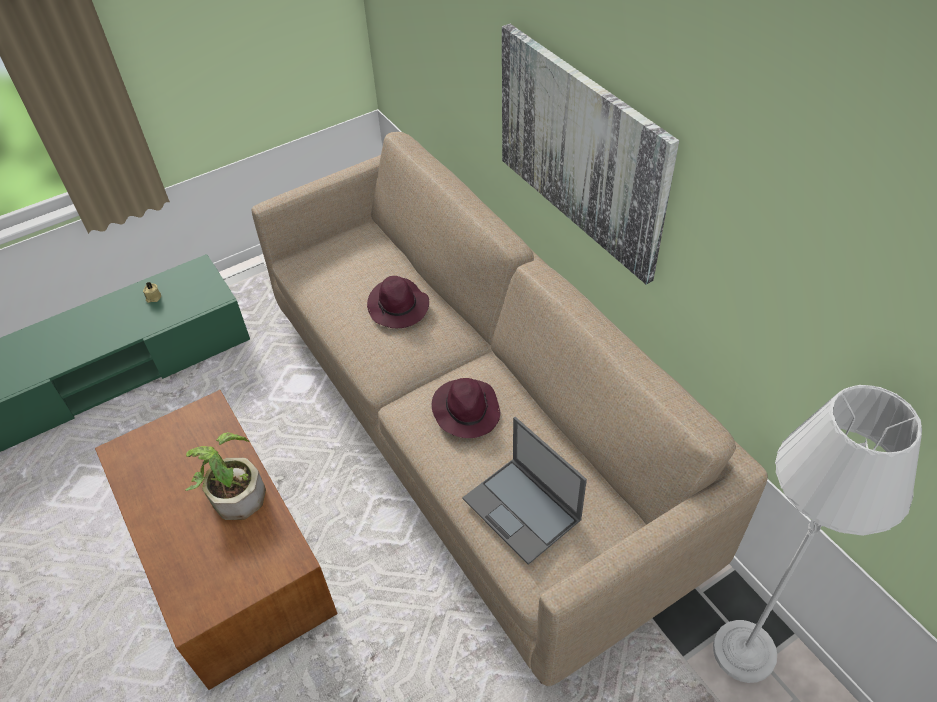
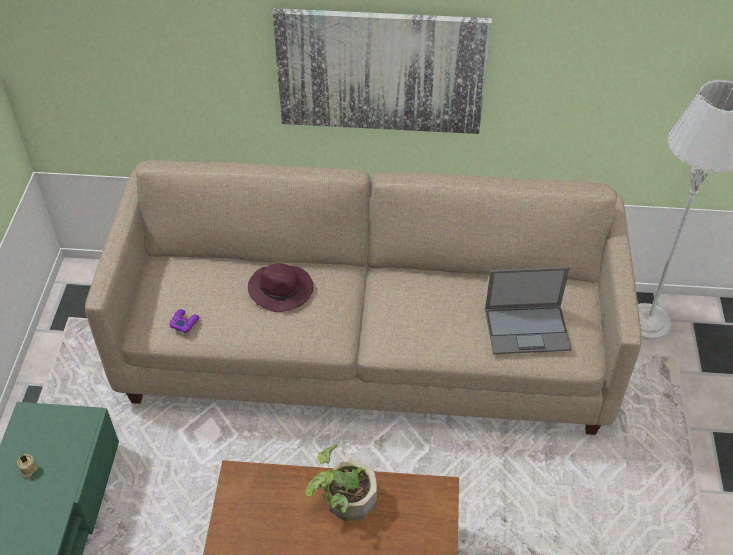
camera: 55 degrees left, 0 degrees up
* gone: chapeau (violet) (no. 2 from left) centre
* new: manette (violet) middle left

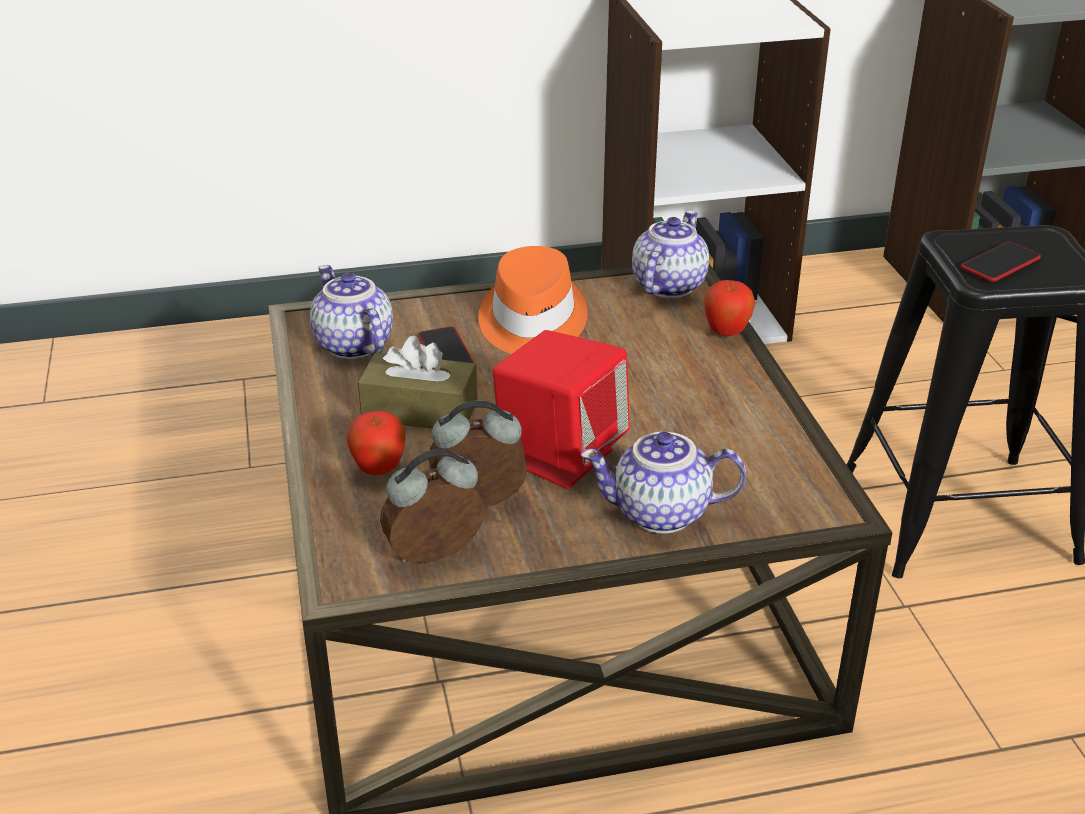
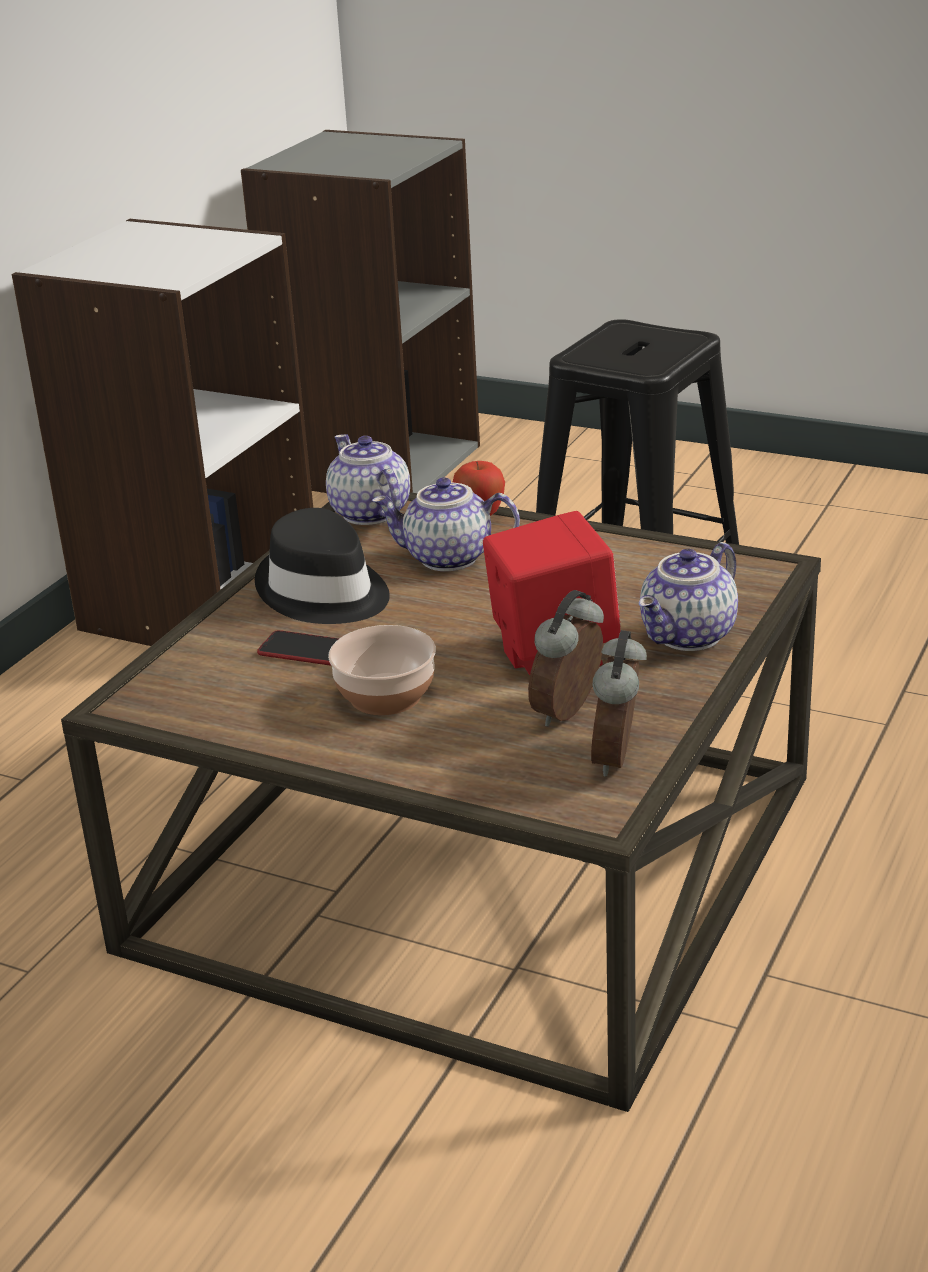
camera: 50 degrees left, 5 degrees down
* gone: téléphone (no. 2 from left) top right
* repainted: chapeau (orange) centre to chapeau (noir) centre
* shifted: théière (no. 1 from left in the first image) middle left to théière (no. 2 from left) centre
* swapped: boîte à mouchoirs (marron) centre to bol centre
* gone: pomme (no. 1 from left) centre

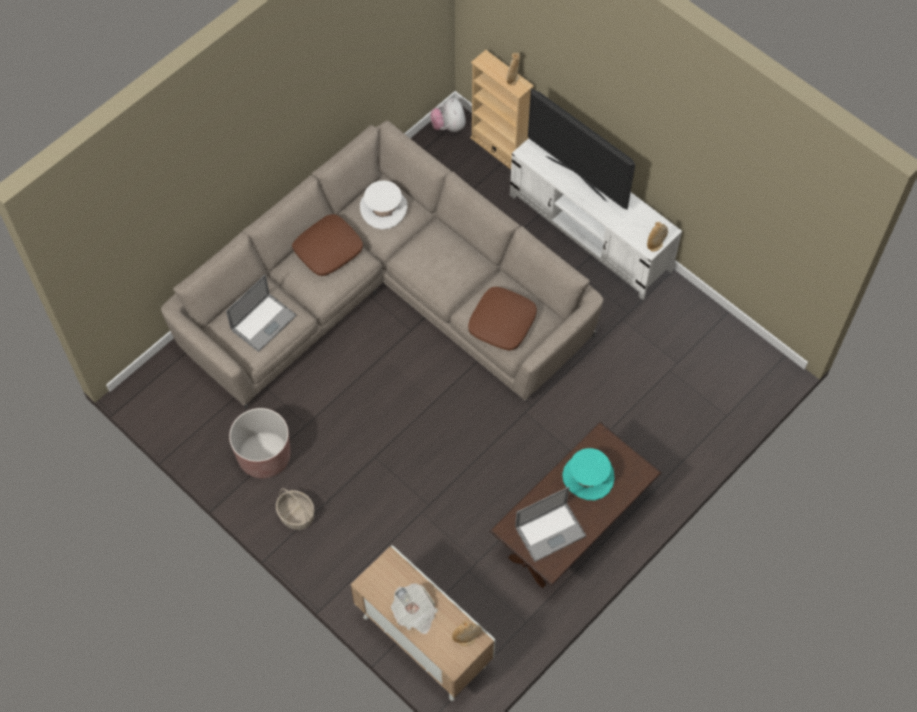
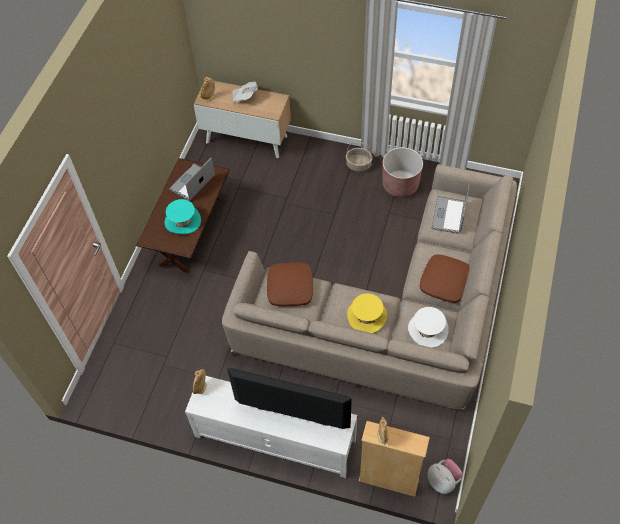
camera: 155 degrees right, 5 degrees down
* new: chapeau (jaune) centre

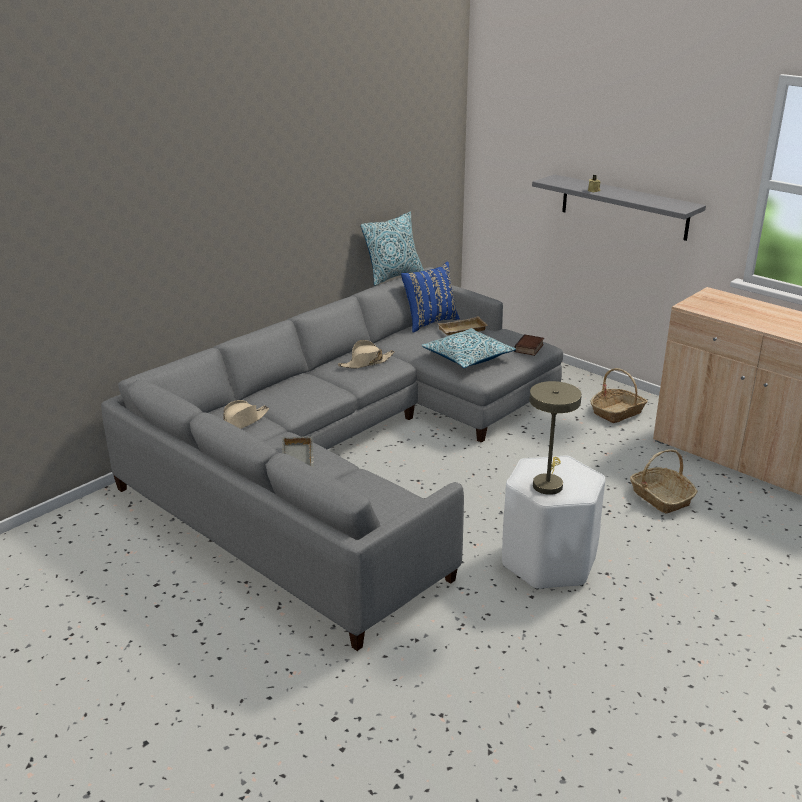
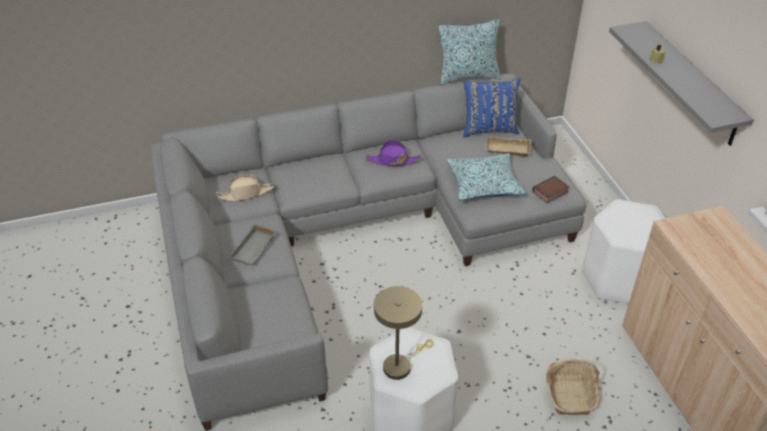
camera: 30 degrees right, 15 degrees up
* repainted: chapeau (beige) (no. 2 from left) centre to chapeau (violet) centre
* swapped: panier (no. 1 from left) middle right to tabouret (blanc) (no. 2 from left) middle right

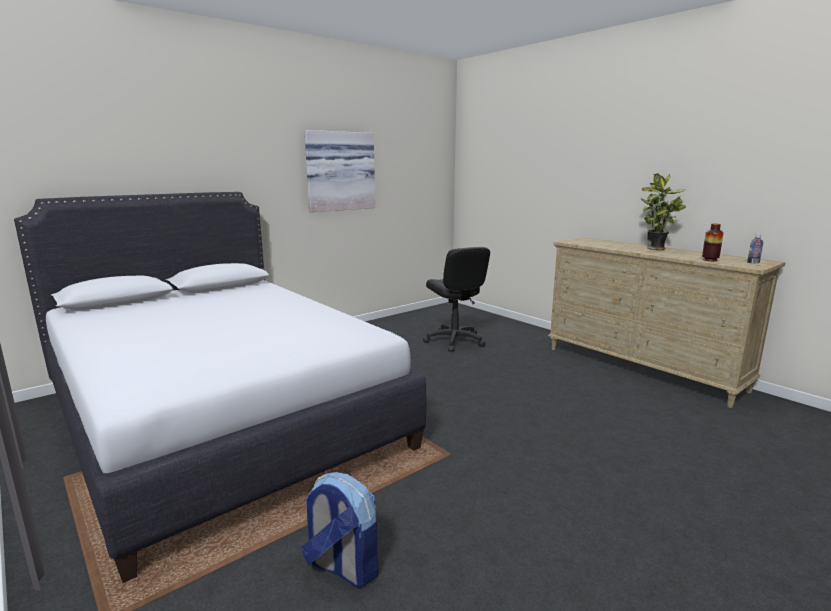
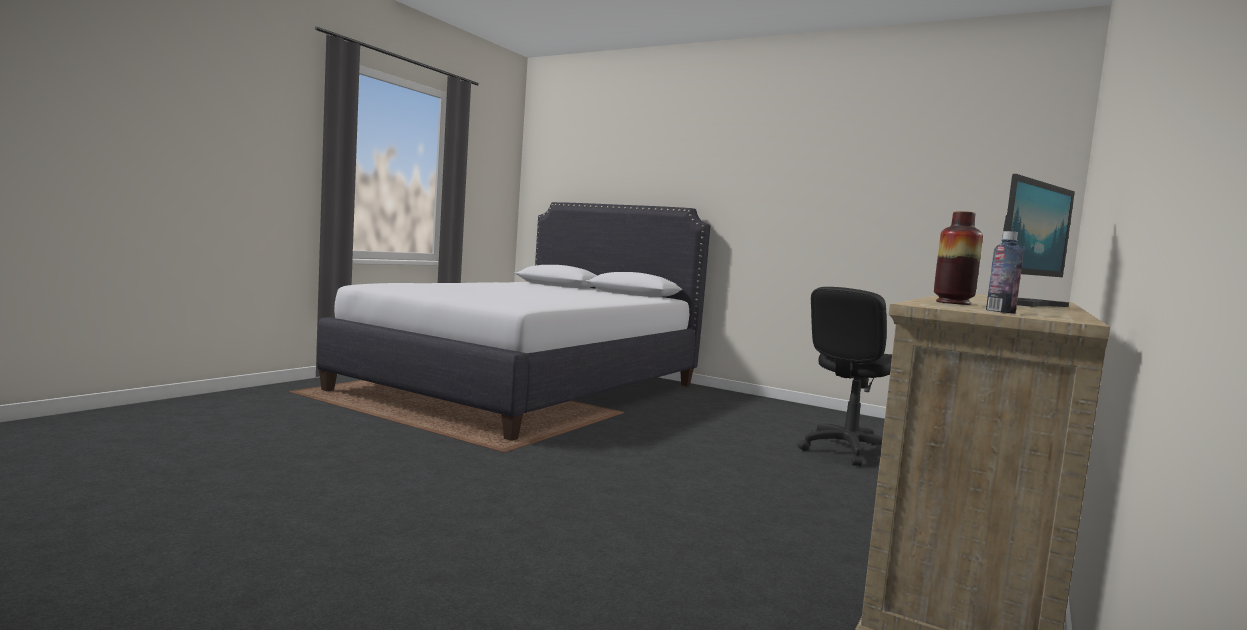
camera: 70 degrees right, 10 degrees down
* gone: tableau top centre
* swapped: plante en pot middle right to écran d'ordinateur middle right
* gone: sac à dos bottom centre

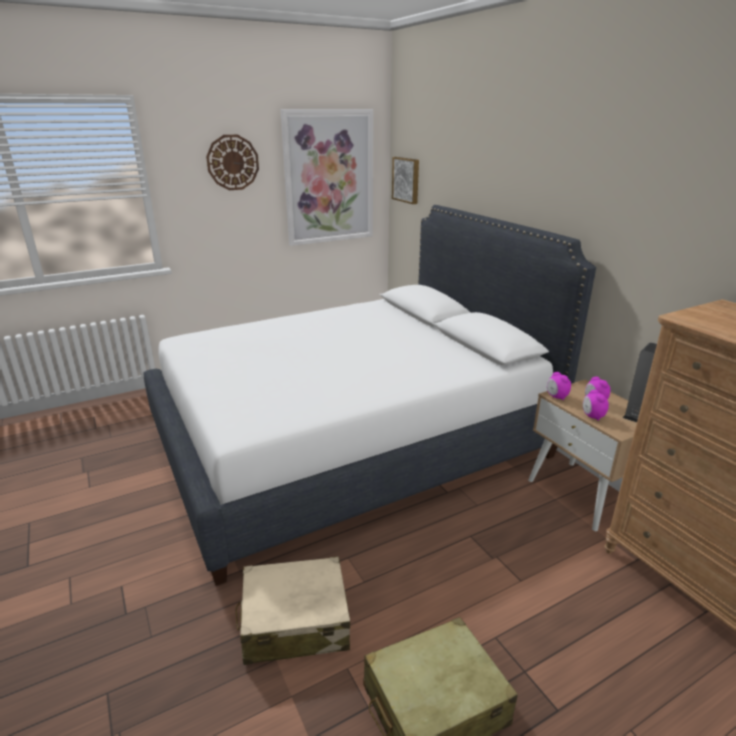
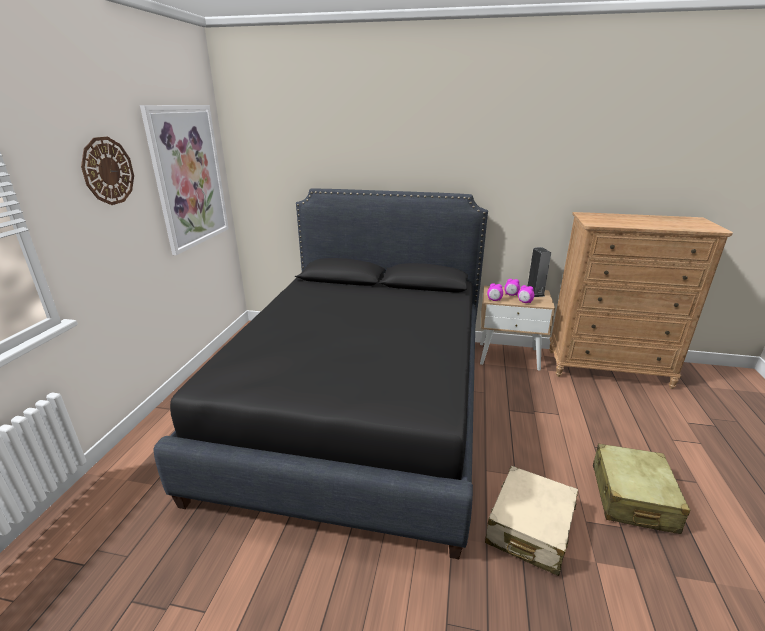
camera: 50 degrees left, 0 degrees up
* gone: tableau (no. 2 from left) top centre
* repainted: lit (blanc) centre to lit (noir) centre

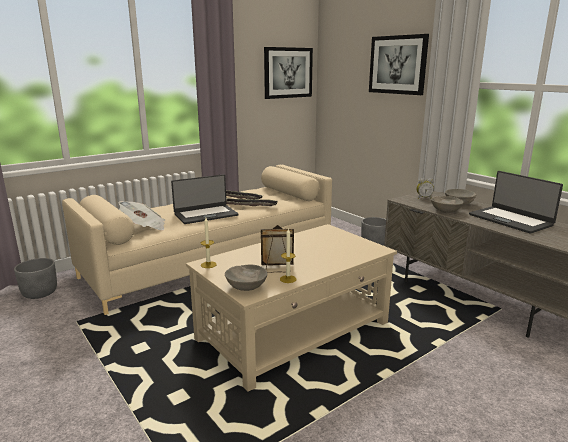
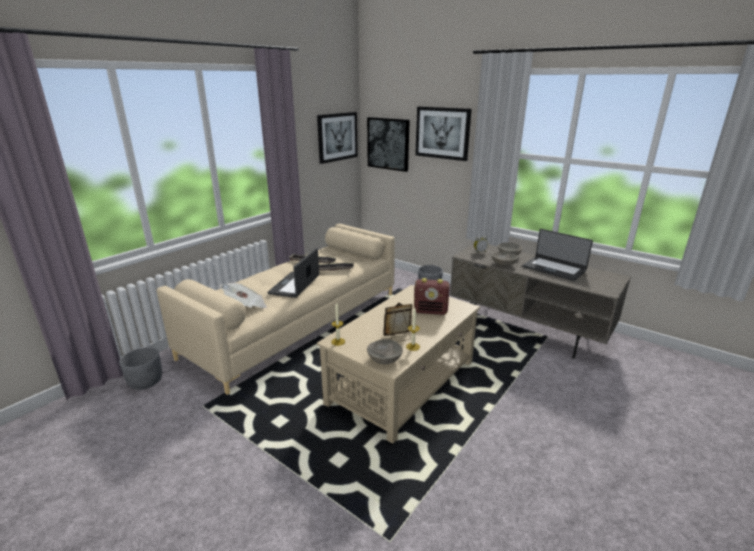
camera: 15 degrees left, 5 degrees up
* rotated: ordinateur portable (no. 1 from left) centre = centre 150 degrees clockwise
* new: tableau (no. 2 from left) top centre
* new: radio centre

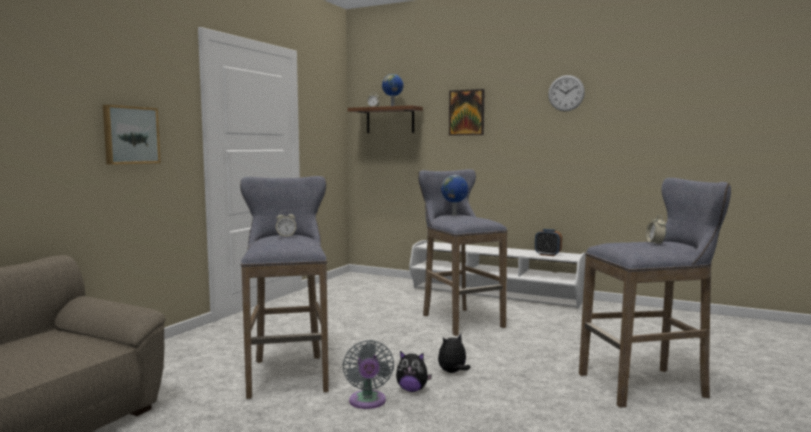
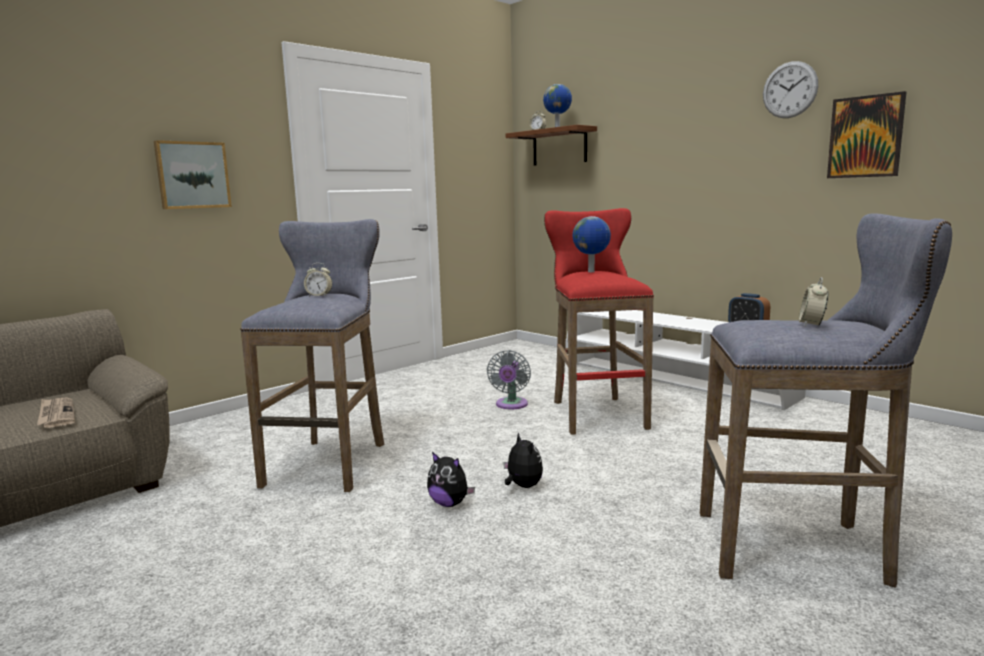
camera: 20 degrees right, 5 degrees up
* shifted: tableau (no. 2 from left) top centre to top right
* repainted: tabouret (gris) (no. 2 from left) centre to tabouret (rouge) centre
* rotated: peluche (no. 2 from left) bottom centre = bottom centre 75 degrees clockwise
* shifted: ventilateur (gris) bottom centre to centre
* new: journal middle left

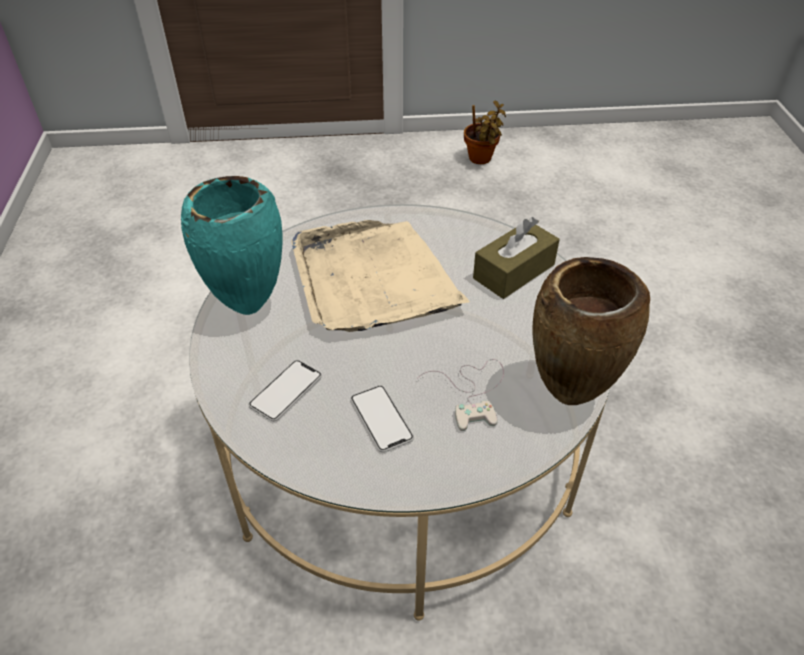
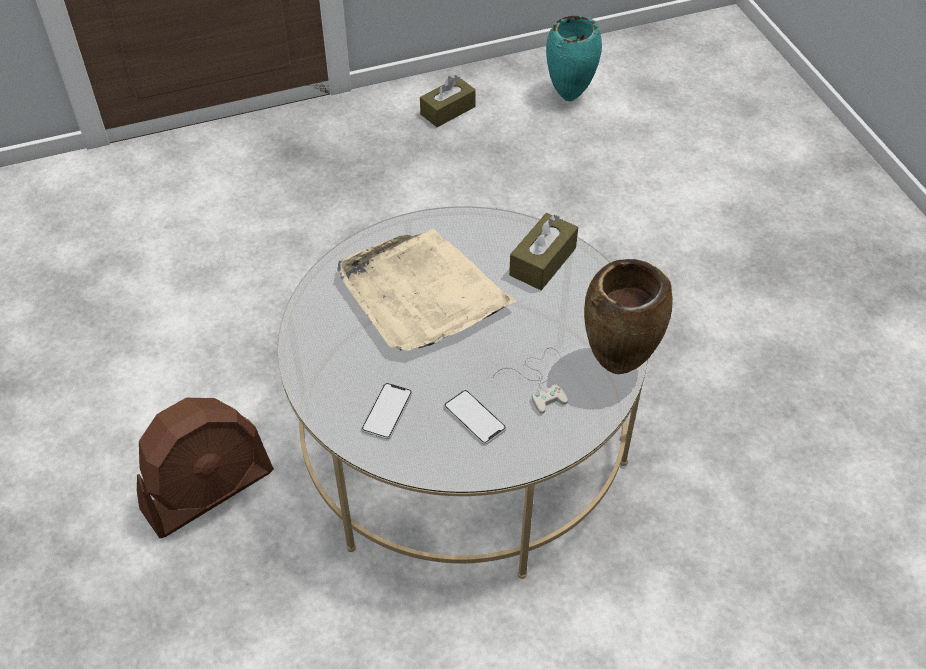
camera: 15 degrees left, 5 degrees up
* swapped: plante en pot top centre to boîte à mouchoirs (marron) (no. 1 from left) top centre
* shifted: vase (turquoise) middle left to top centre
* new: ventilateur (marron) bottom left

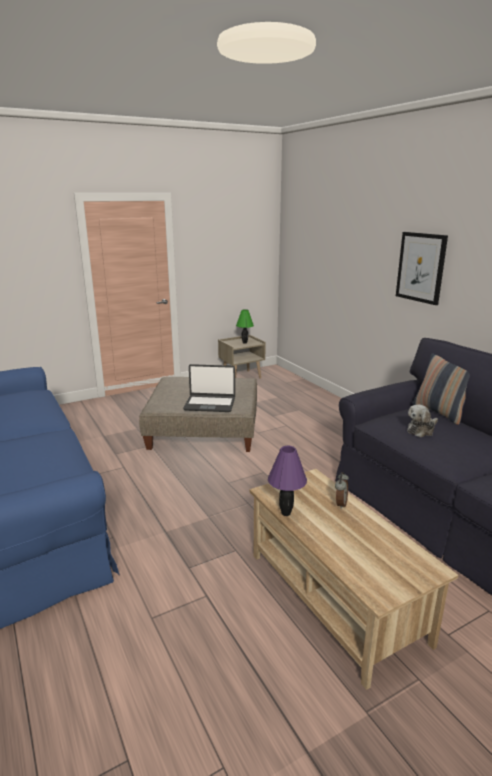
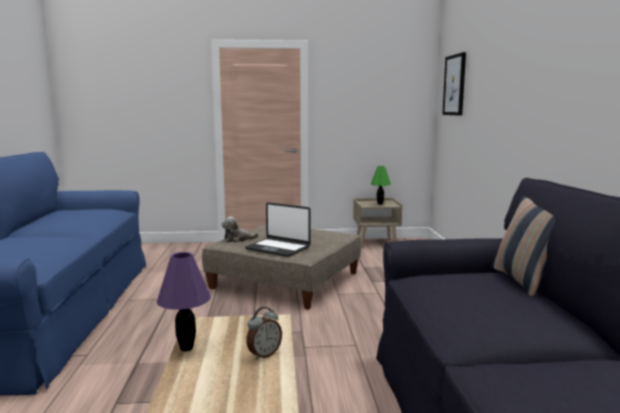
camera: 25 degrees right, 10 degrees down
* shifted: tableau middle right to top right
* shifted: peluche middle right to centre

